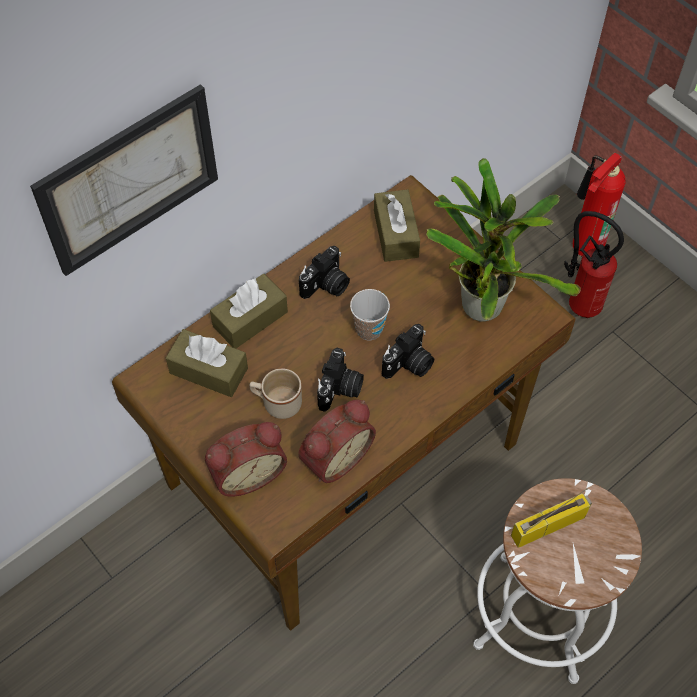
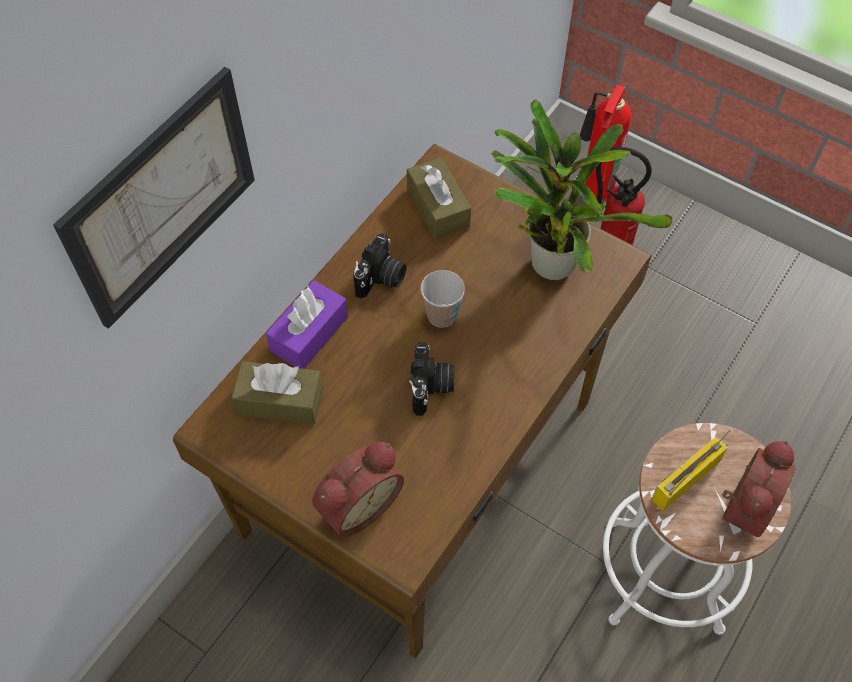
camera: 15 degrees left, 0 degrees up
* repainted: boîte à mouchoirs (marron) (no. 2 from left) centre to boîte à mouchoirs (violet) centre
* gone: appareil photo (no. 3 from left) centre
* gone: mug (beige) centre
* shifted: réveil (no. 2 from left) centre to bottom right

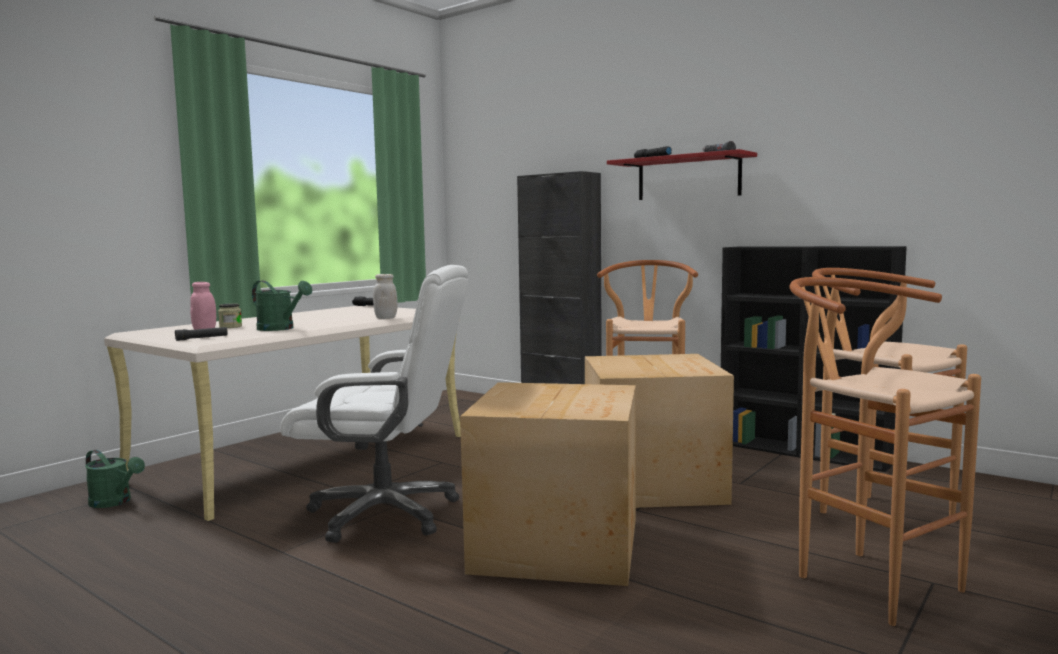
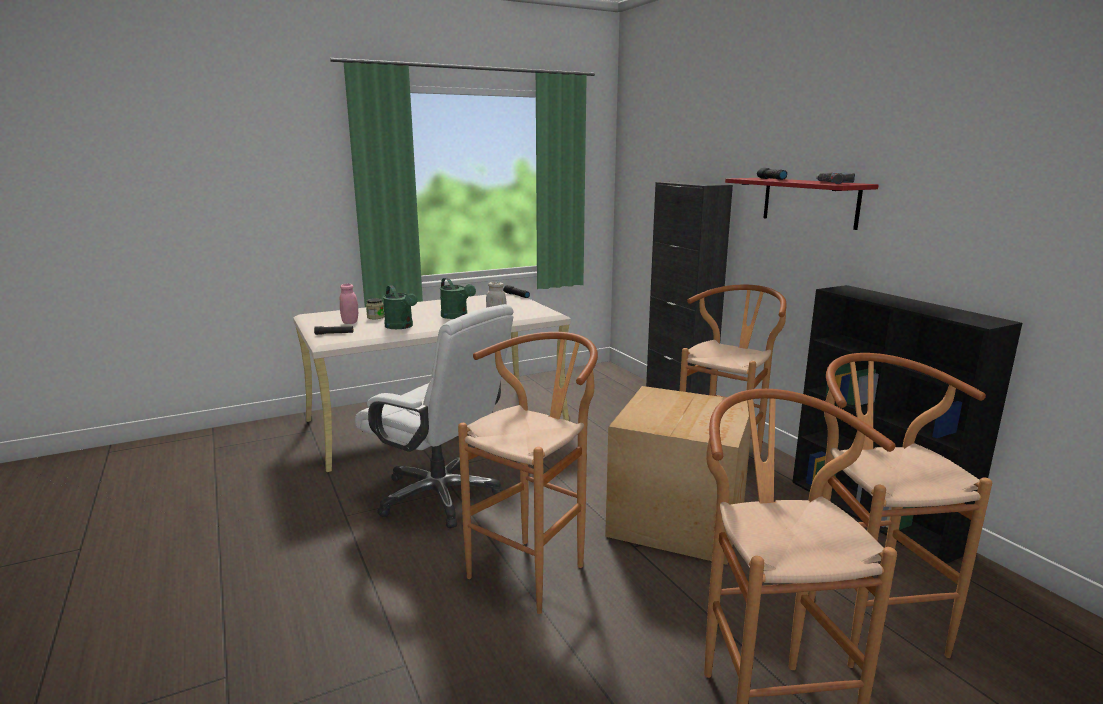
camera: 25 degrees right, 10 degrees up
* swapped: carton (no. 1 from left) bottom centre to tabouret (marron) (no. 1 from left) bottom centre
* shifted: arrosoir (vert) (no. 1 from left in the first image) bottom left to arrosoir (vert) (no. 2 from left) centre

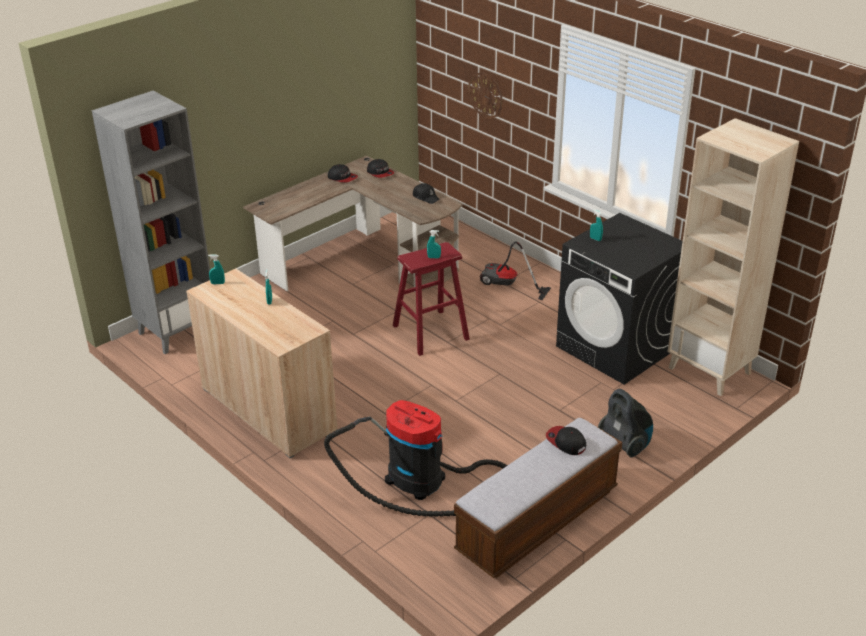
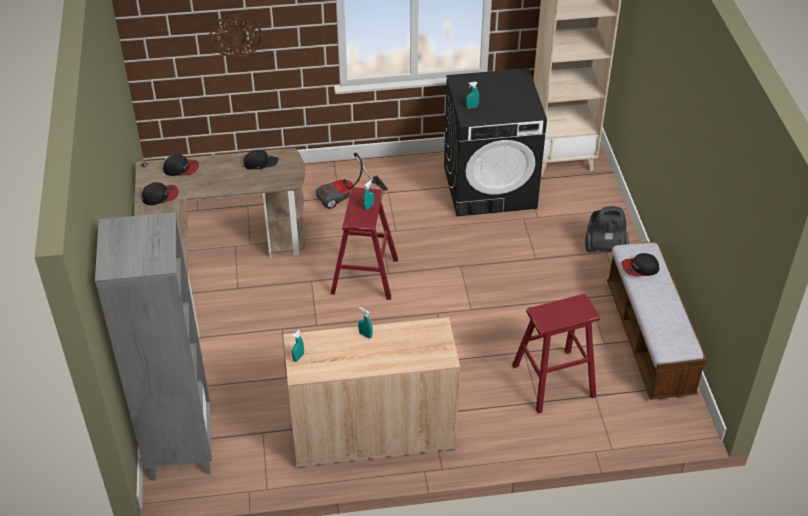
camera: 55 degrees left, 10 degrees up
* swapped: aspirateur (no. 1 from left) bottom centre to tabouret (rouge) (no. 2 from left) bottom right

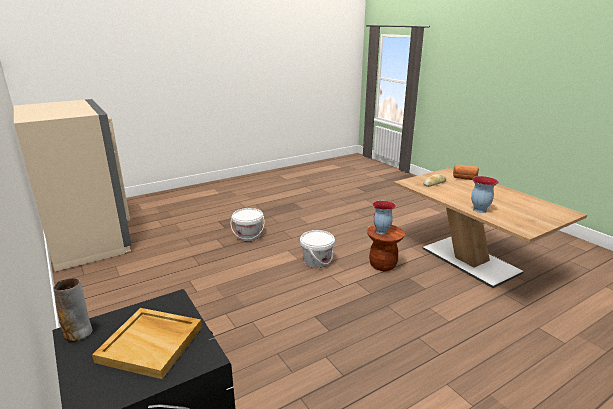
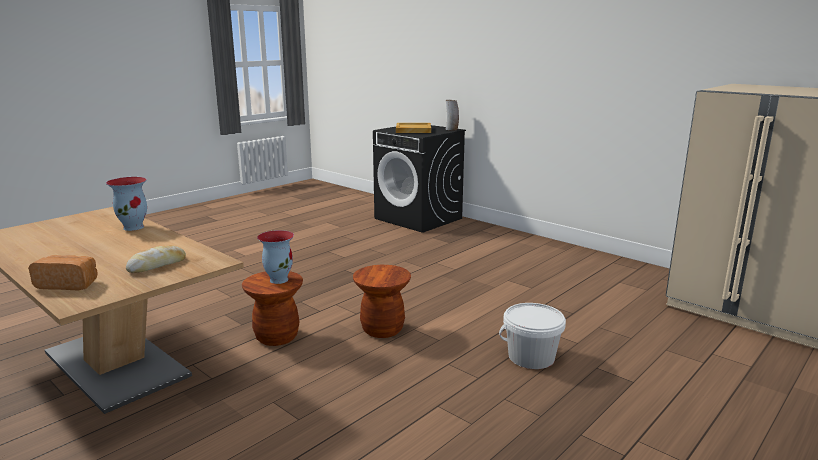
camera: 165 degrees right, 5 degrees down
* swapped: seau (blanc) (no. 2 from left) centre to tabouret (marron) (no. 2 from left) centre

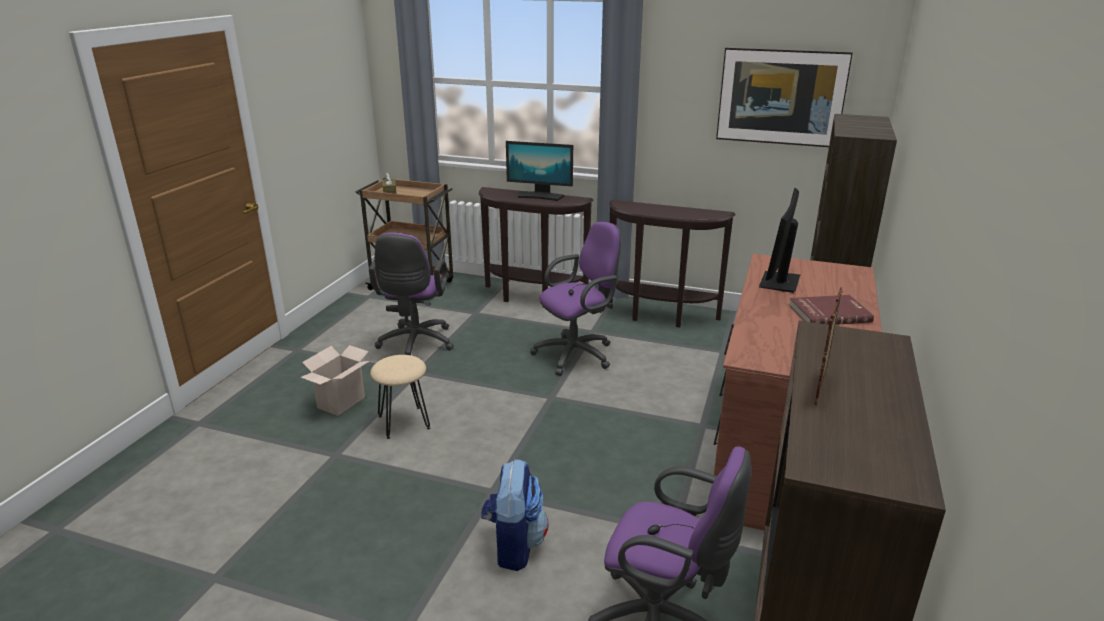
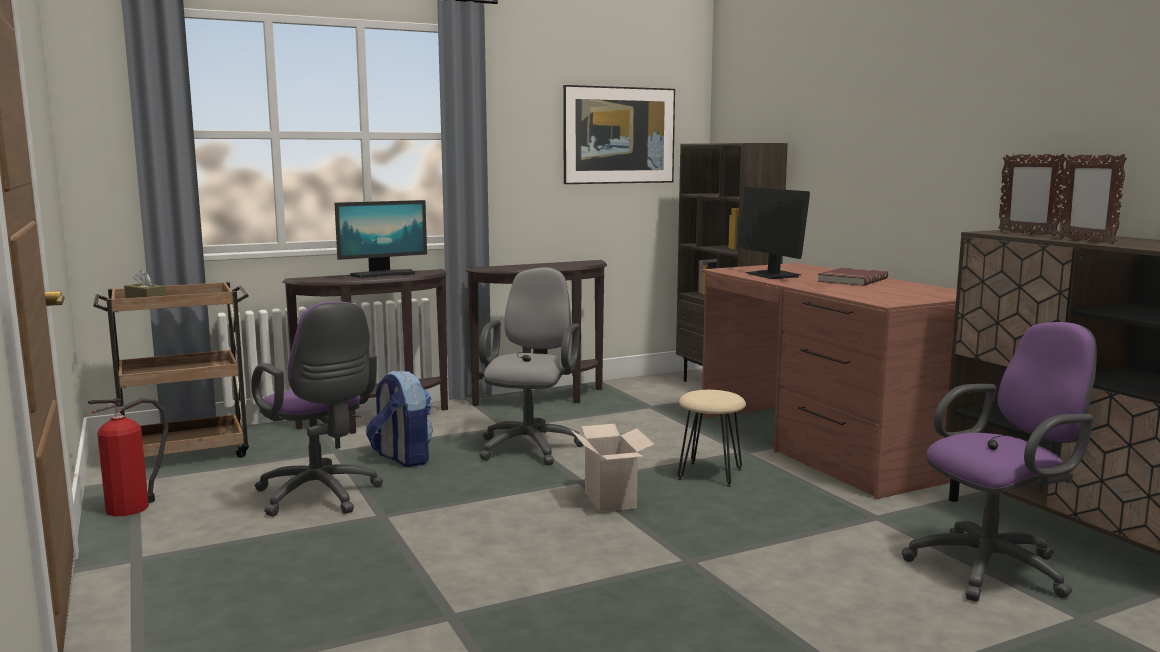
camera: 45 degrees left, 15 degrees down
* repainted: chaise de bureau (violet) (no. 2 from left) centre to chaise de bureau (gris) centre
* shifted: carton middle left to bottom centre
* shifted: tabouret (beige) centre to bottom centre
* shifted: sac à dos bottom centre to centre
* new: cadre photo (no. 1 from left) top right
* new: extincteur bottom left

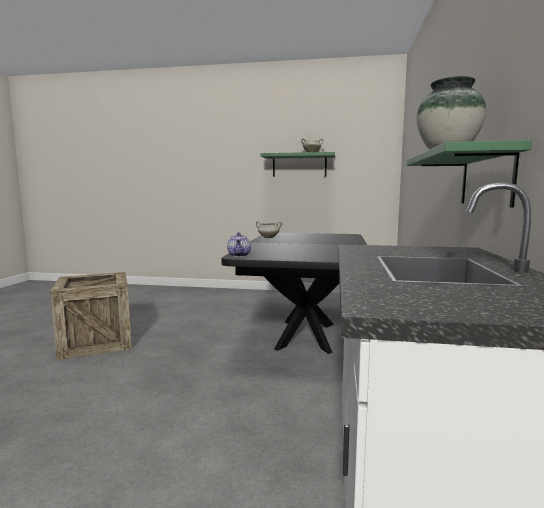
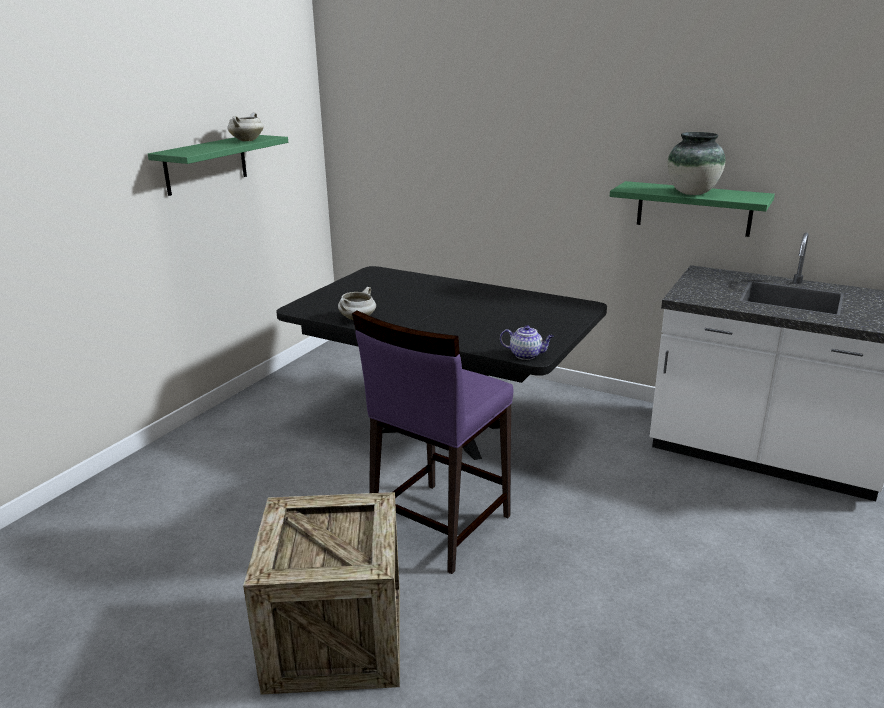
camera: 70 degrees left, 15 degrees up
* new: tabouret (violet) centre

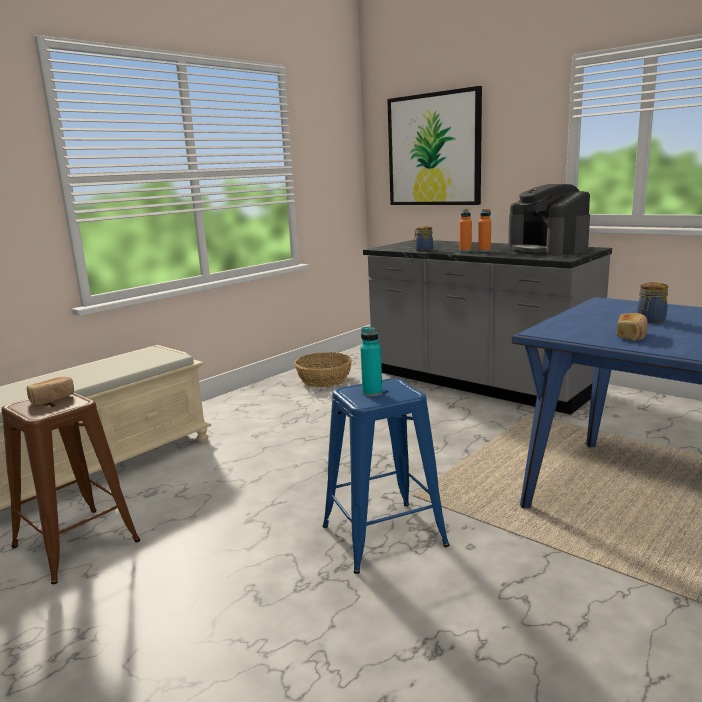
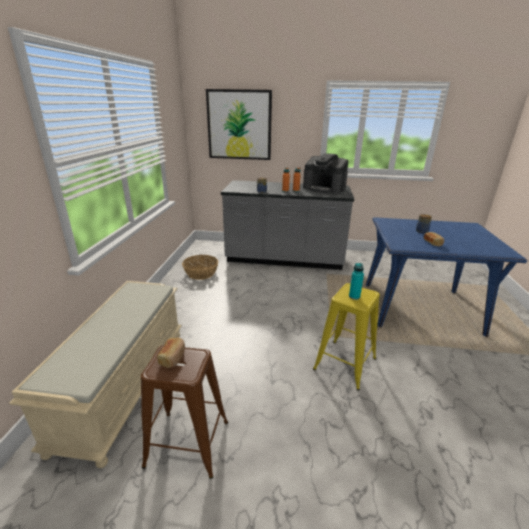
camera: 35 degrees left, 10 degrees up
* repainted: tabouret (bleu) bottom centre to tabouret (jaune) centre

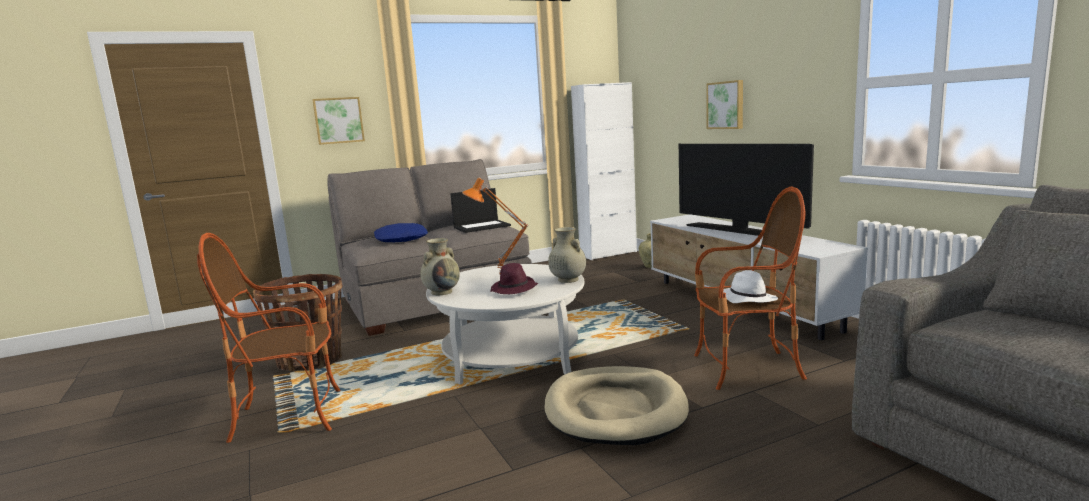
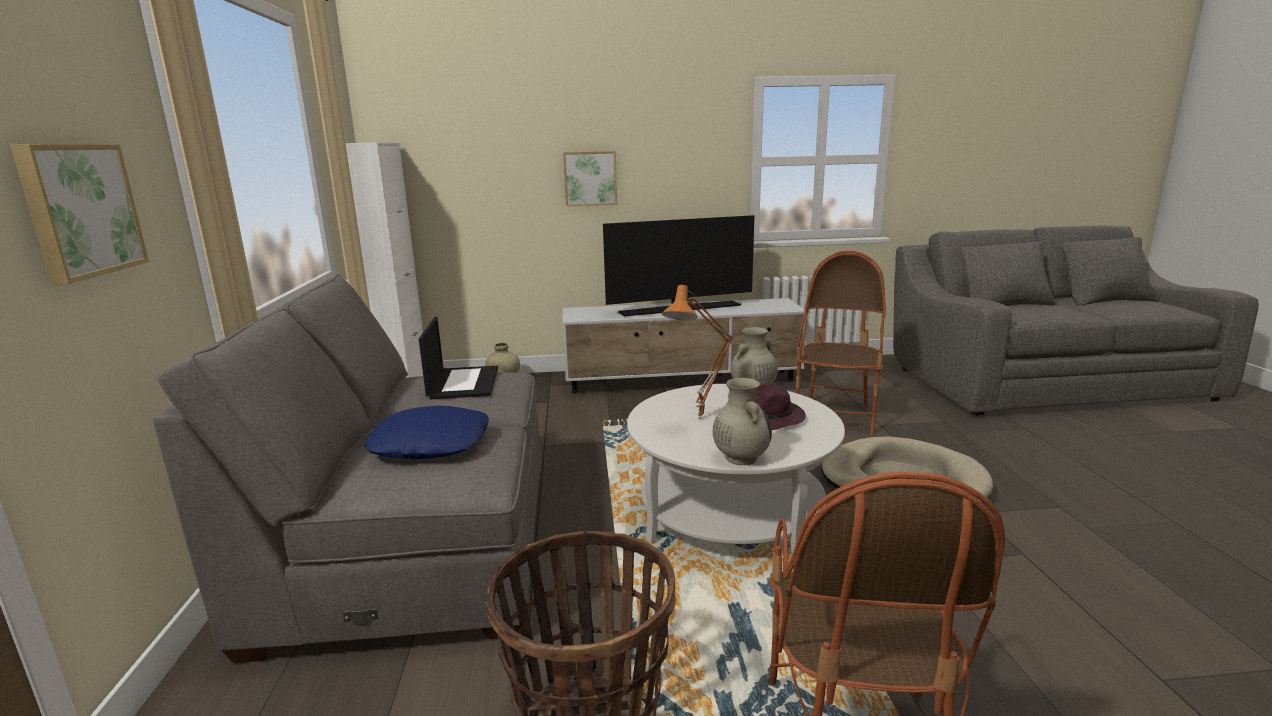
camera: 70 degrees left, 5 degrees up
* gone: chapeau (blanc) middle right

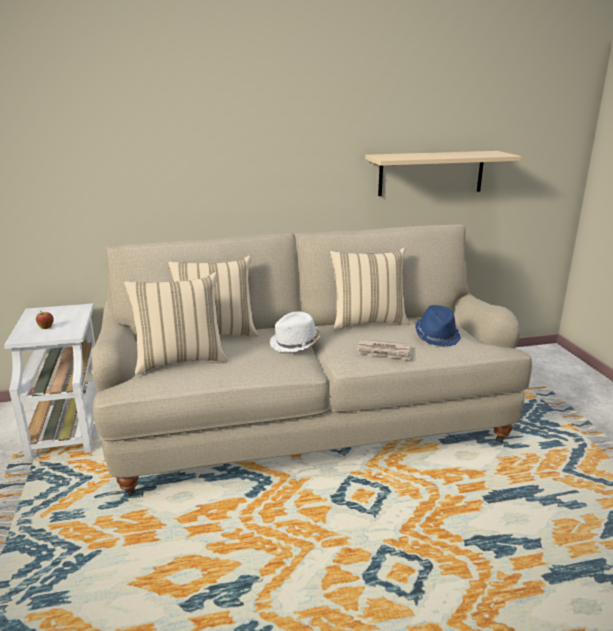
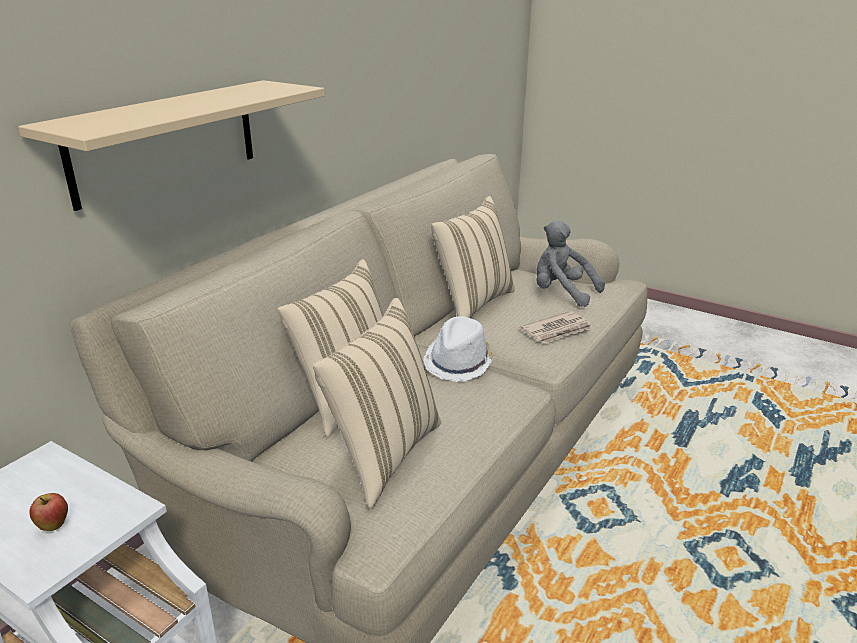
camera: 45 degrees left, 5 degrees up
* shifted: étagère (beige) top right to top left
* swapped: chapeau (bleu) middle right to peluche (gris) centre

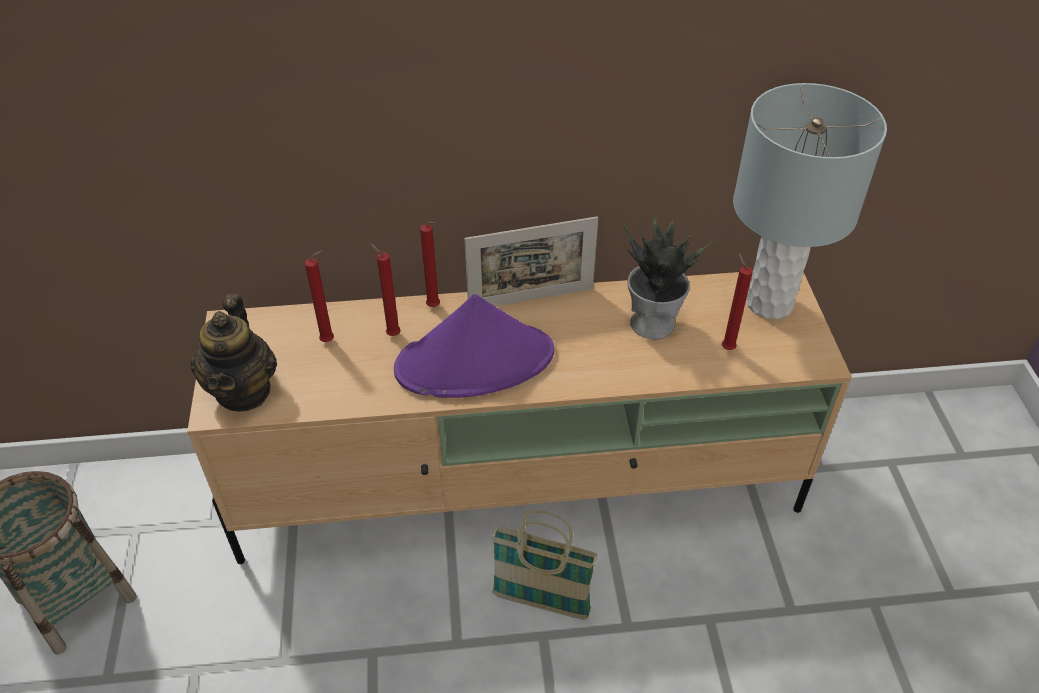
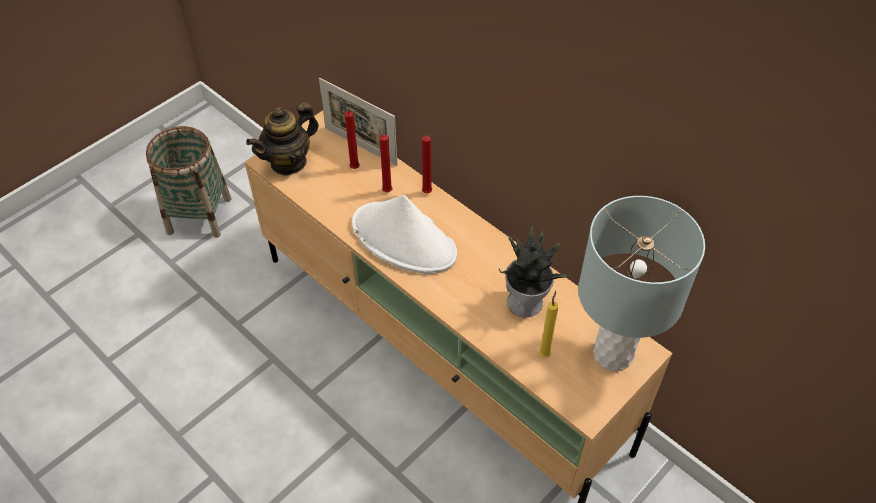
camera: 50 degrees right, 5 degrees up
* shifted: cadre photo centre to top centre
* repainted: bougie (rouge) (no. 4 from left) middle right to bougie (jaune) centre
* repainted: chapeau (violet) centre to chapeau (blanc) centre
* gone: panier (no. 2 from left) bottom centre

